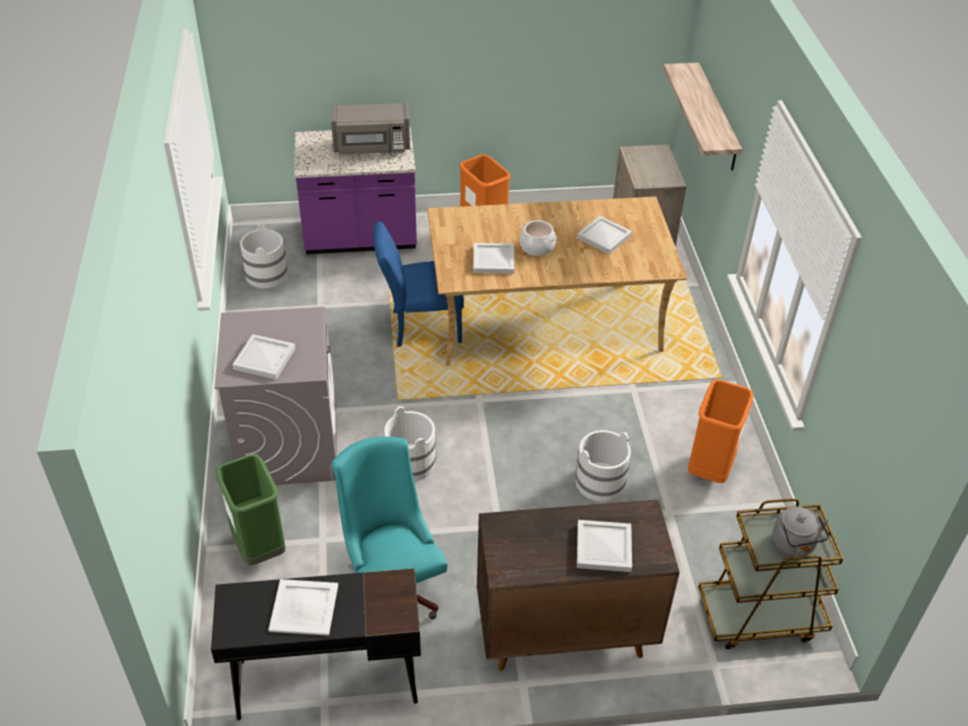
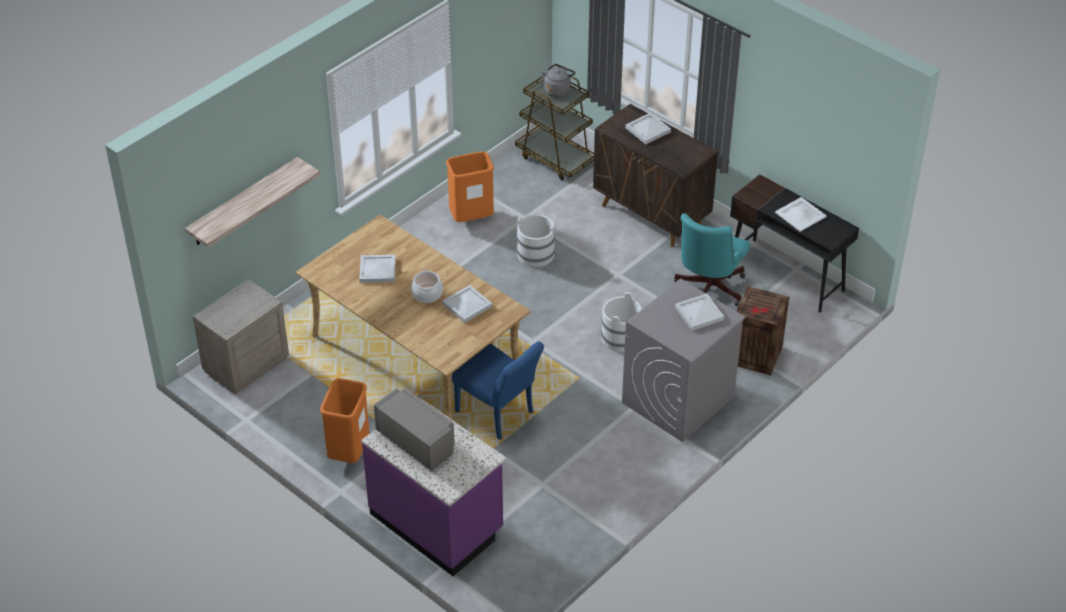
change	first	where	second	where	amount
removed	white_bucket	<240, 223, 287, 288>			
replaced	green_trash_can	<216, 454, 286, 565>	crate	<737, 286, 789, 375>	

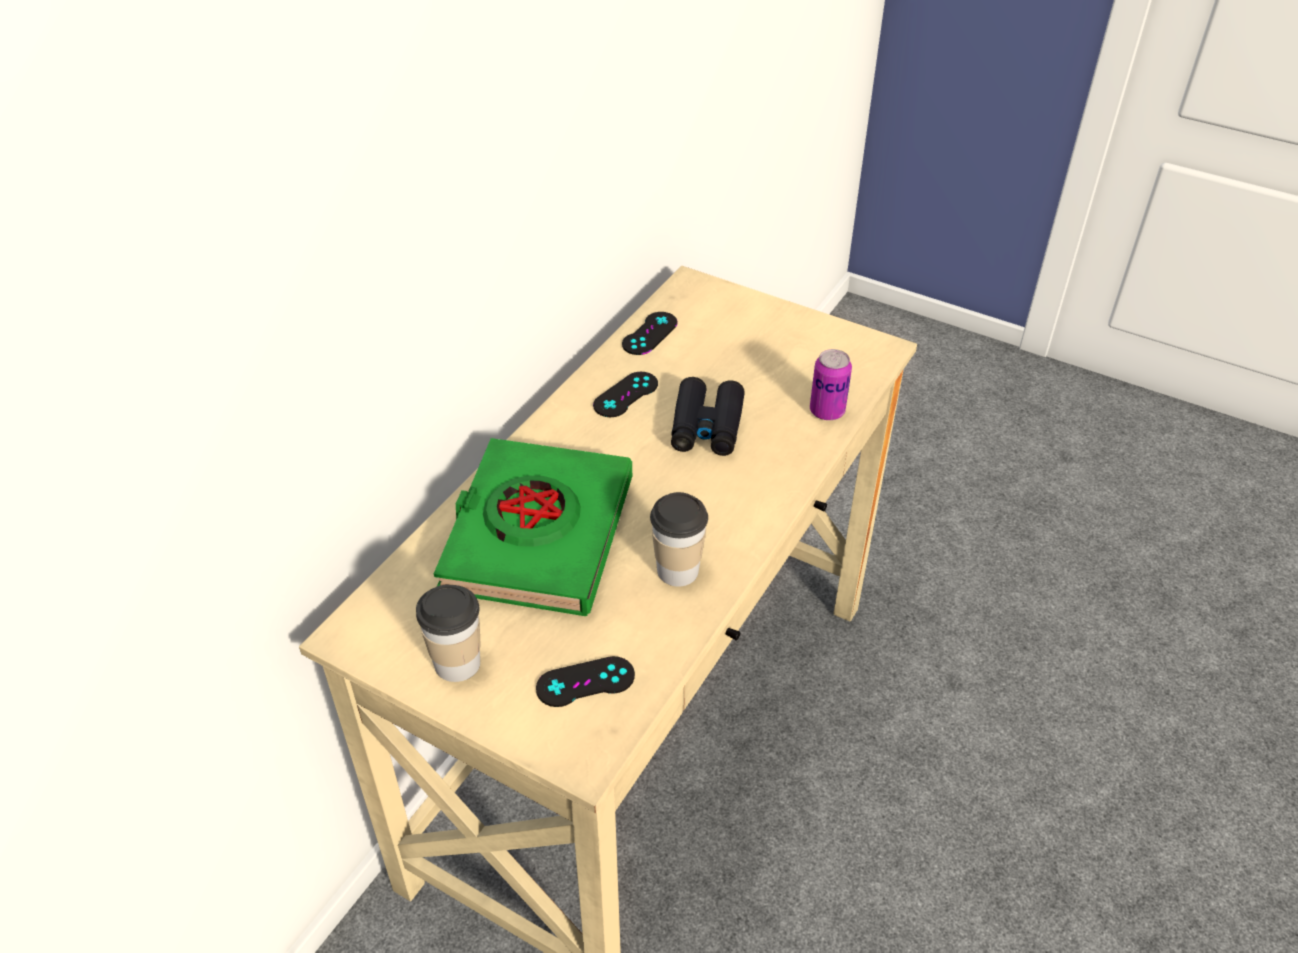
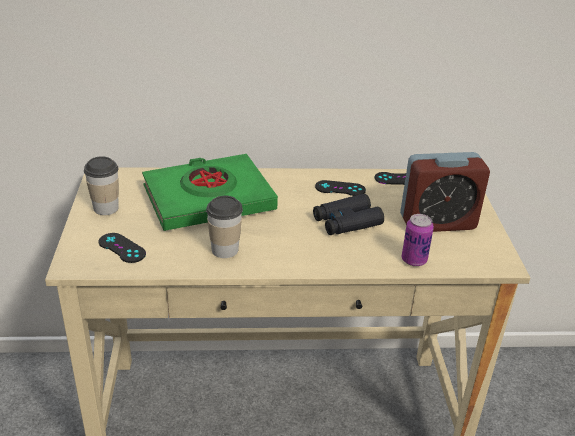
change	first	where	second	where	amount
added			alarm_clock	<400, 152, 490, 232>	

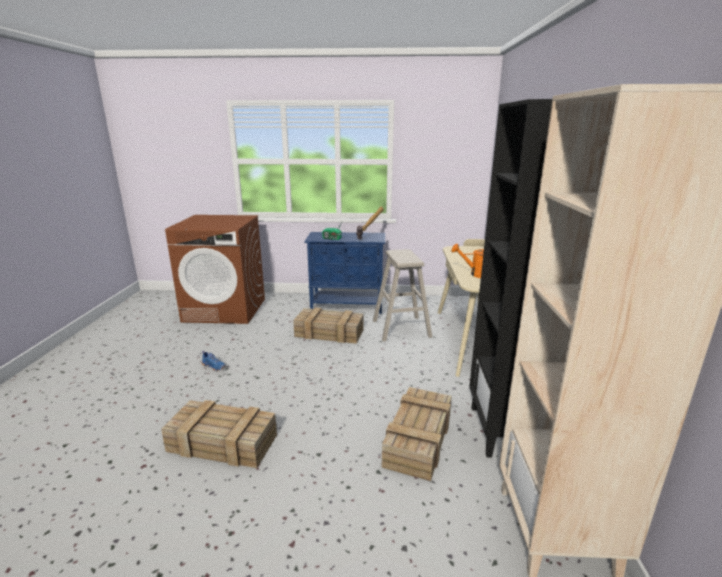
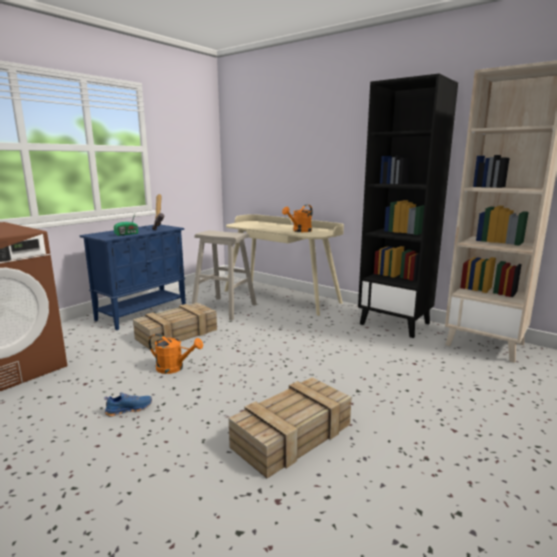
change	first	where	second	where	amount
removed	crate	<382, 387, 452, 481>			
added			orange_watering_can	<148, 334, 203, 374>	

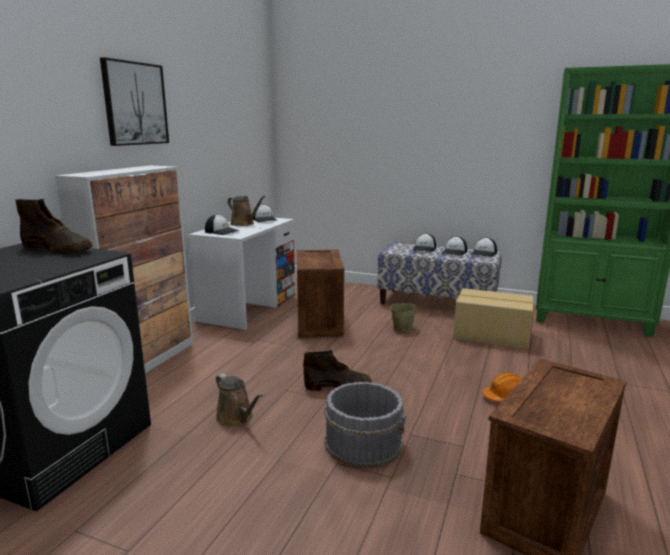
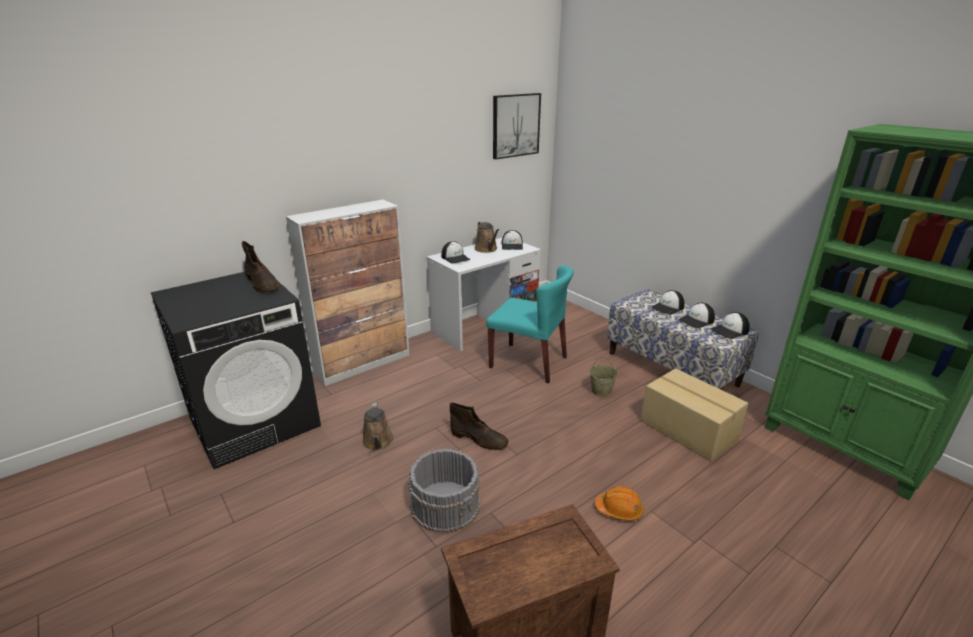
change	first	where	second	where	amount
moved	picture	<100, 57, 169, 146>		<493, 93, 541, 159>	
replaced	crate	<297, 249, 345, 338>	turquoise_chair	<486, 265, 574, 383>	

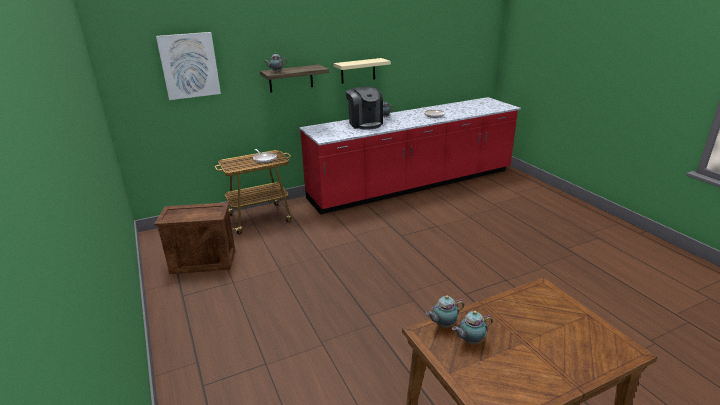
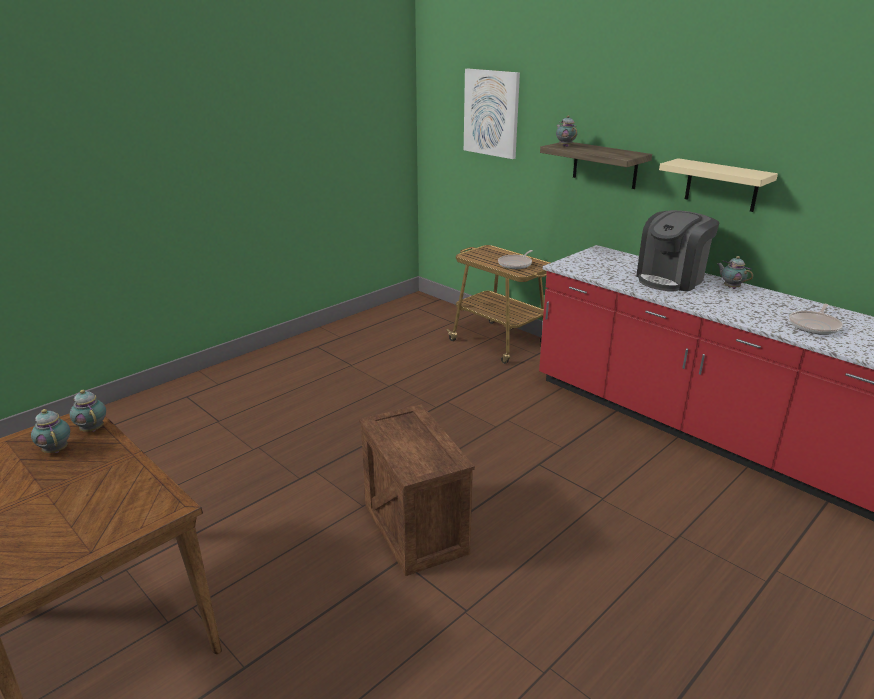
change	first	where	second	where	amount
moved	crate	<154, 202, 235, 274>		<359, 404, 475, 576>	

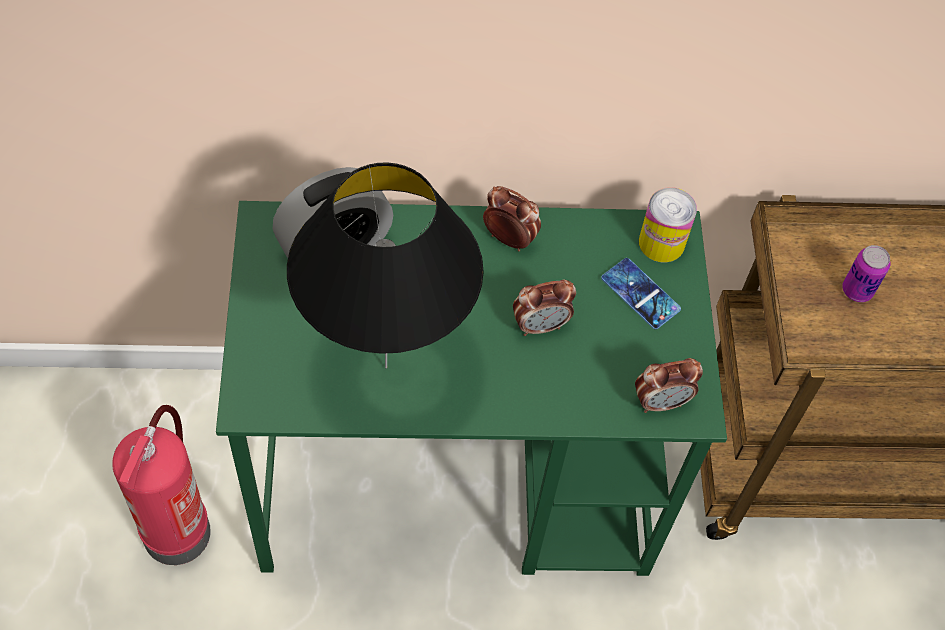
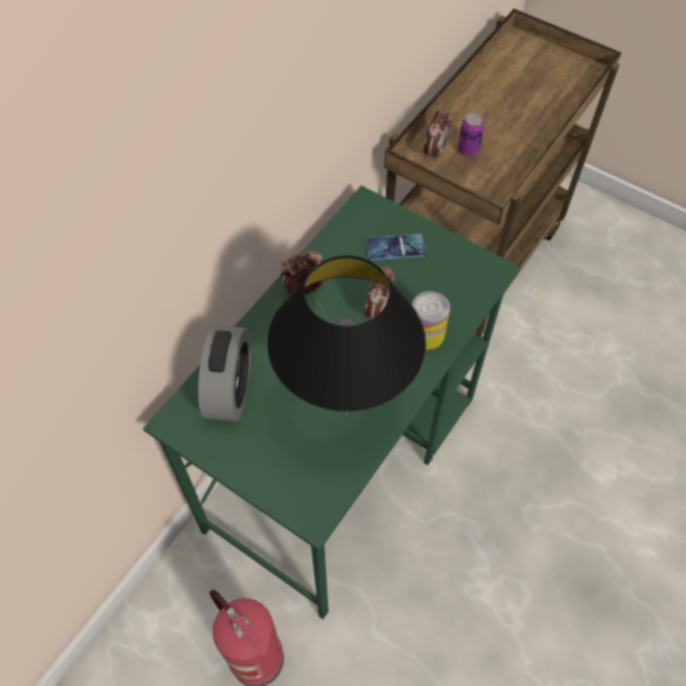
change	first	where	second	where	amount
moved	can	<639, 187, 697, 263>		<412, 291, 450, 350>	
moved	alarm_clock	<635, 358, 703, 413>		<423, 106, 450, 162>	

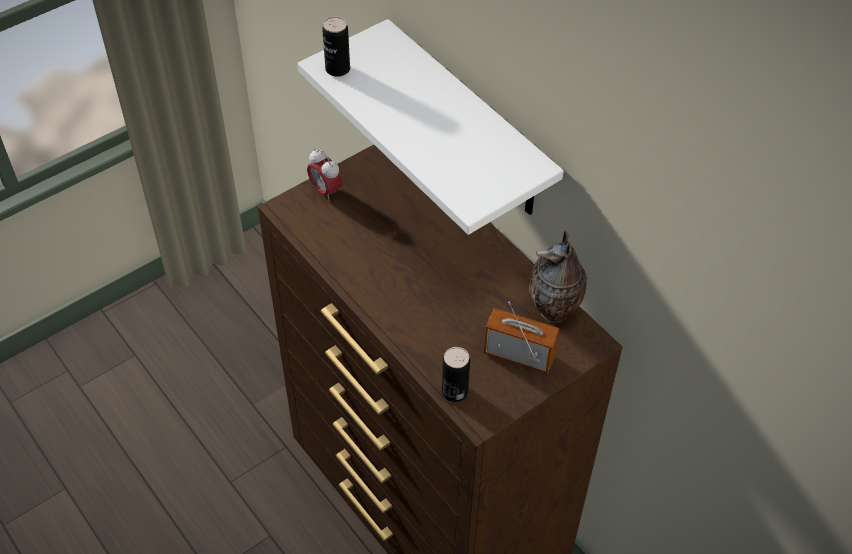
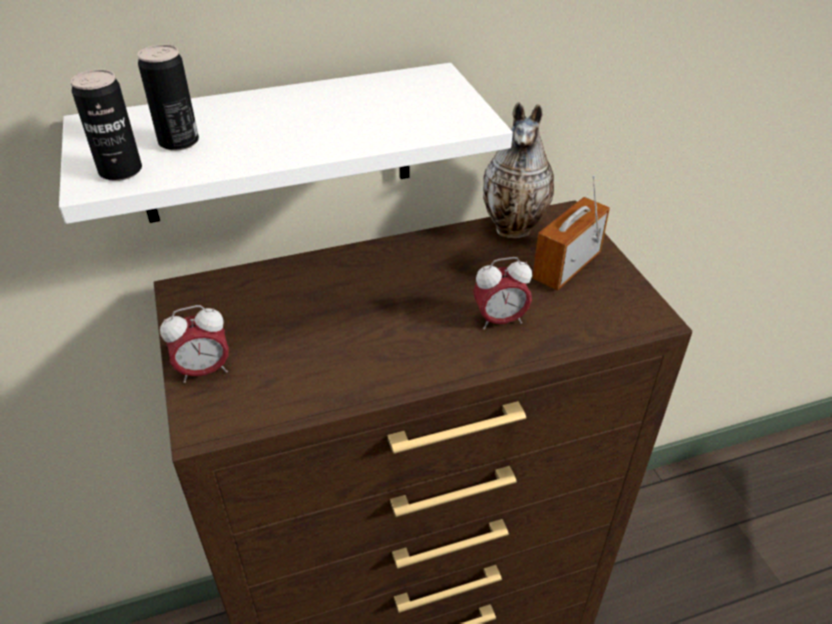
change	first	where	second	where	amount
moved	can	<442, 347, 470, 402>		<137, 44, 199, 151>	
added			alarm_clock	<473, 257, 532, 330>	

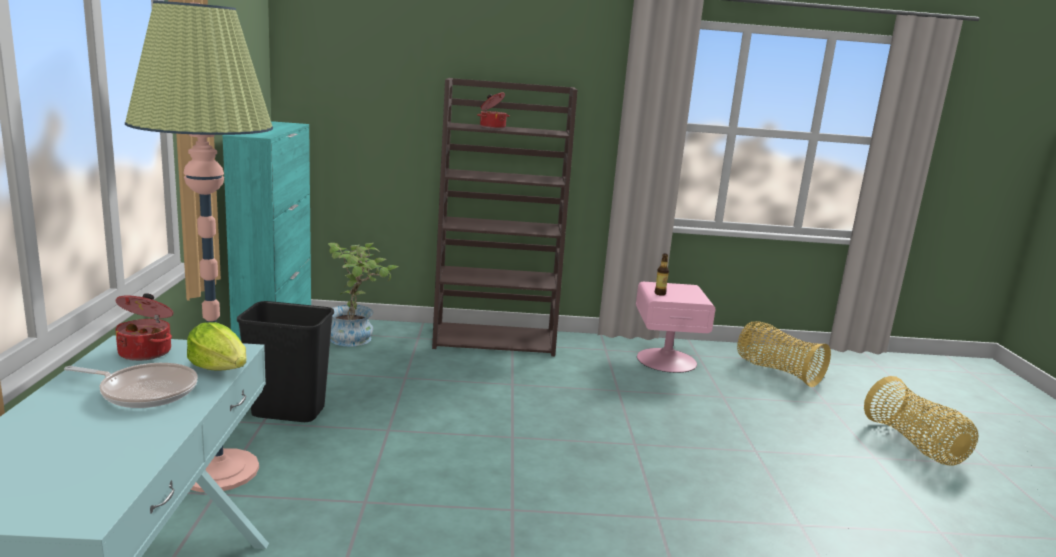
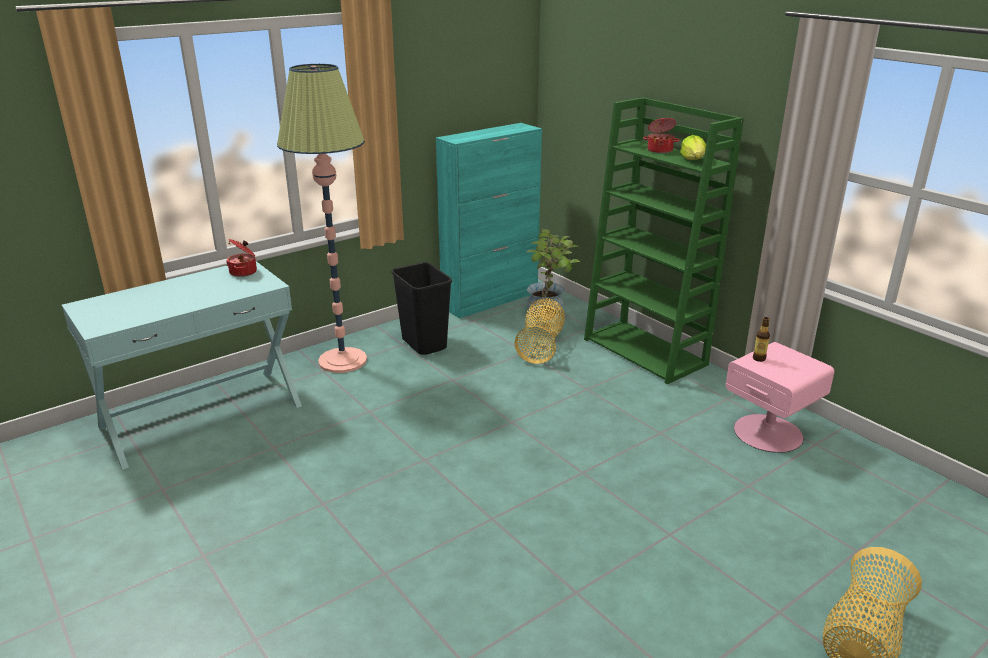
change	first	where	second	where	amount
recoloured	brown_bookcase	<432, 78, 578, 356>	green_bookcase	<584, 97, 744, 384>	
moved	basket	<737, 321, 831, 387>		<514, 298, 565, 364>	
moved	lettuce	<187, 322, 246, 371>		<680, 135, 706, 160>	
removed	frying_pan	<64, 363, 198, 408>			

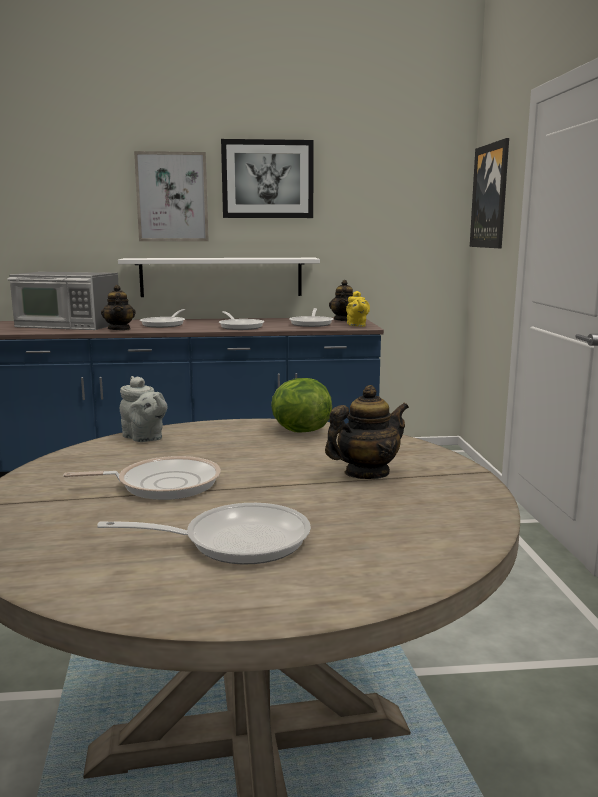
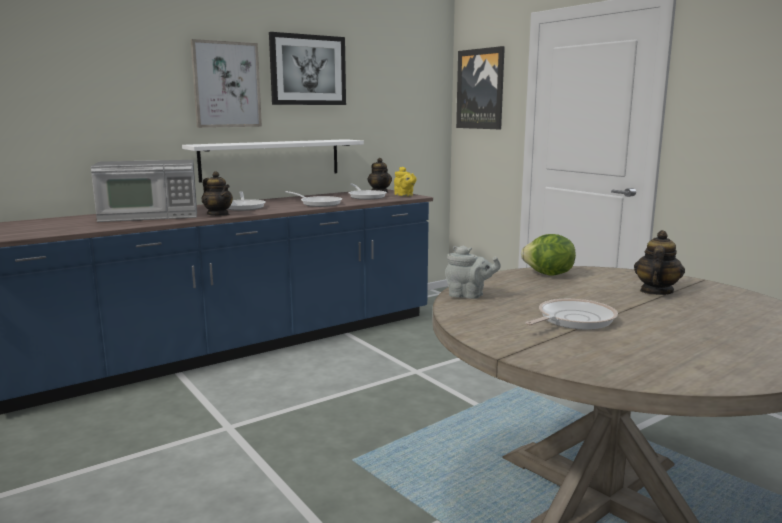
change	first	where	second	where	amount
removed	frying_pan	<97, 503, 311, 565>			

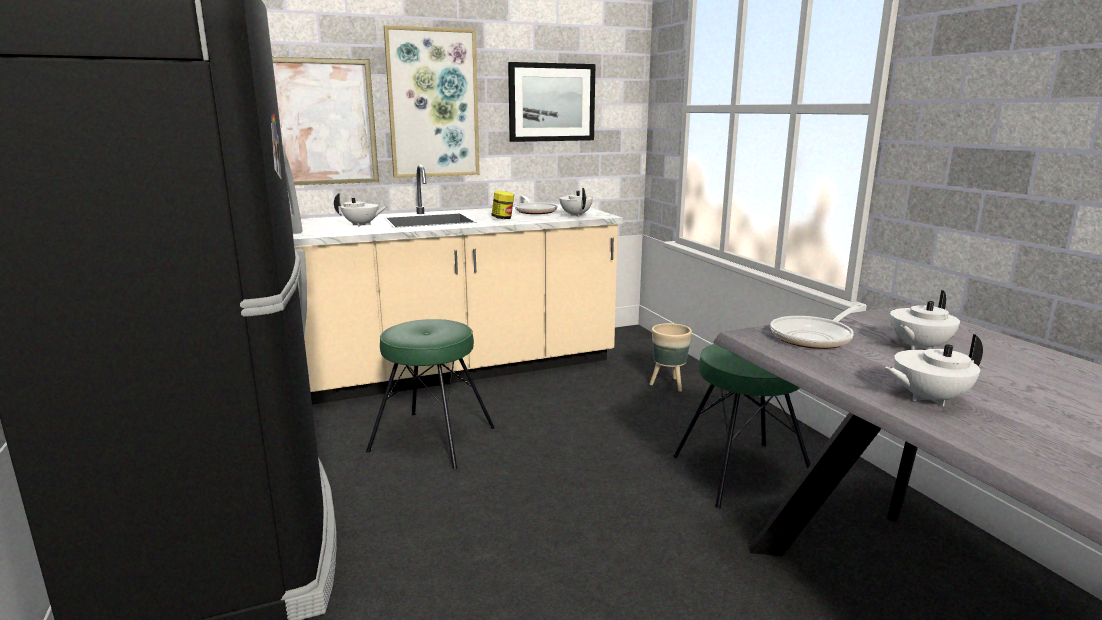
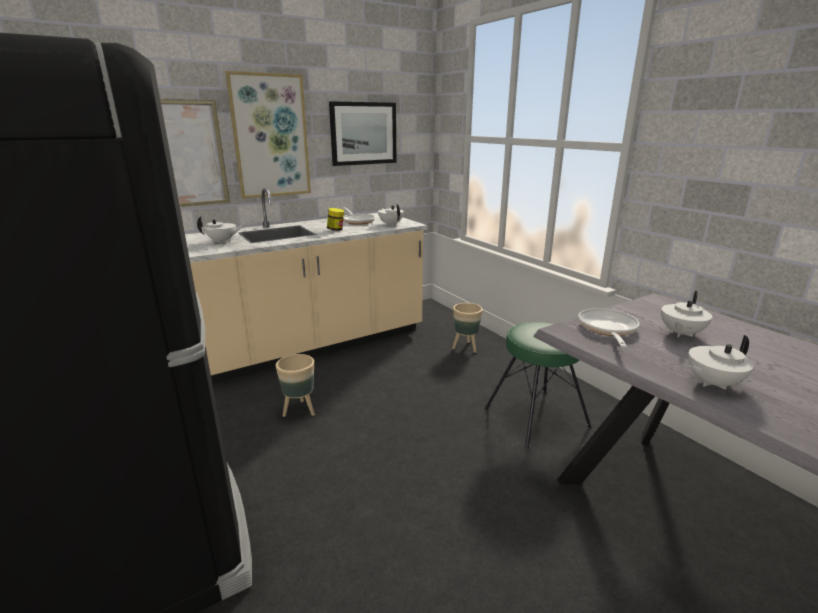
change	first	where	second	where	amount
turned	frying_pan	<770, 303, 865, 349>		<578, 308, 640, 348>	150 degrees clockwise
replaced	green_stool	<366, 319, 495, 469>	beige_planter	<276, 354, 315, 417>	

